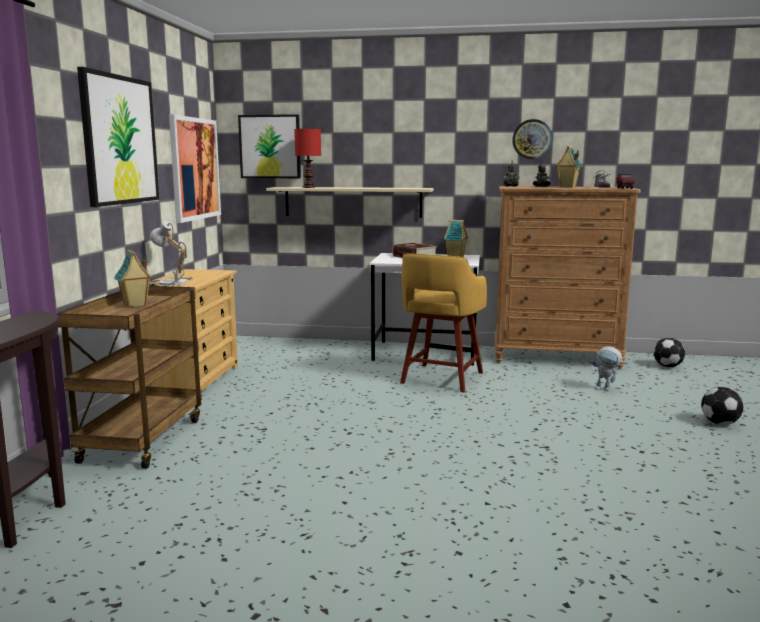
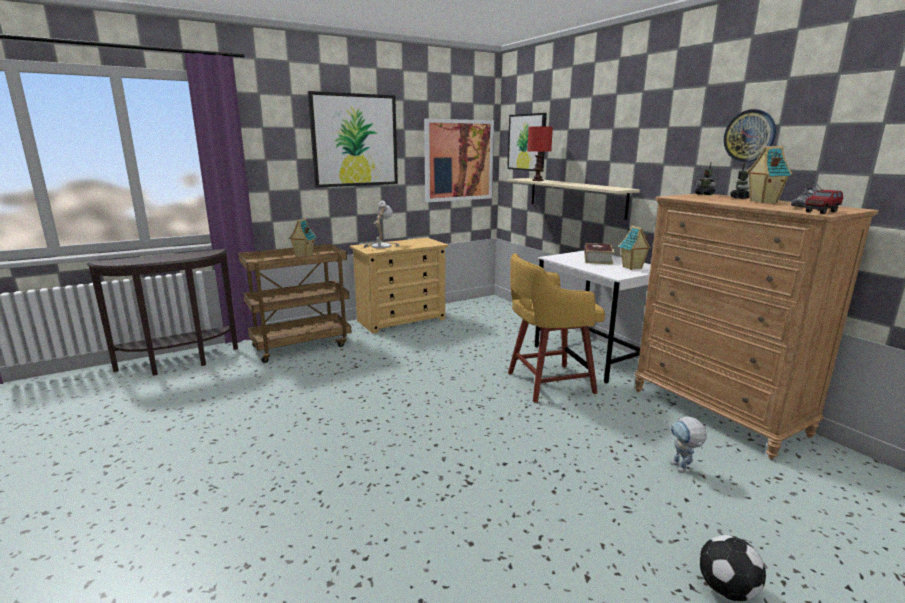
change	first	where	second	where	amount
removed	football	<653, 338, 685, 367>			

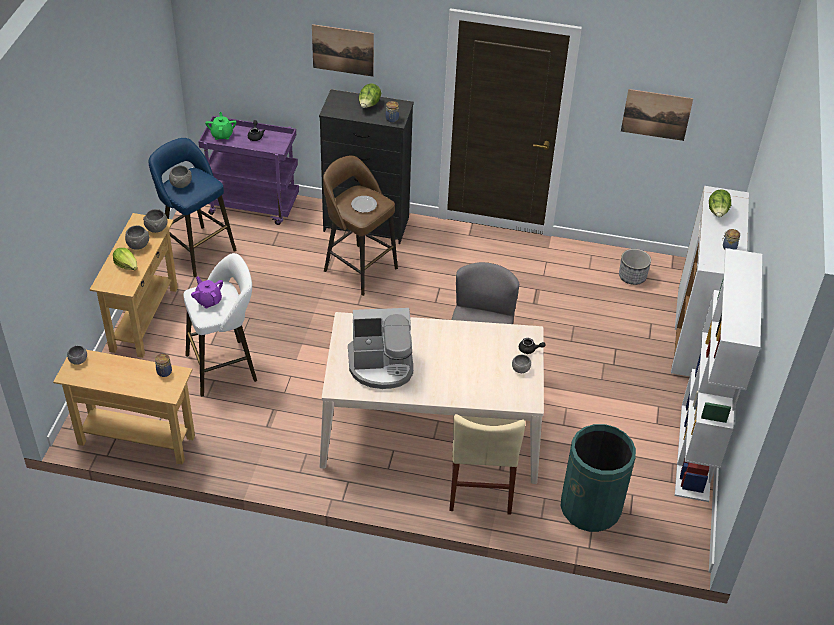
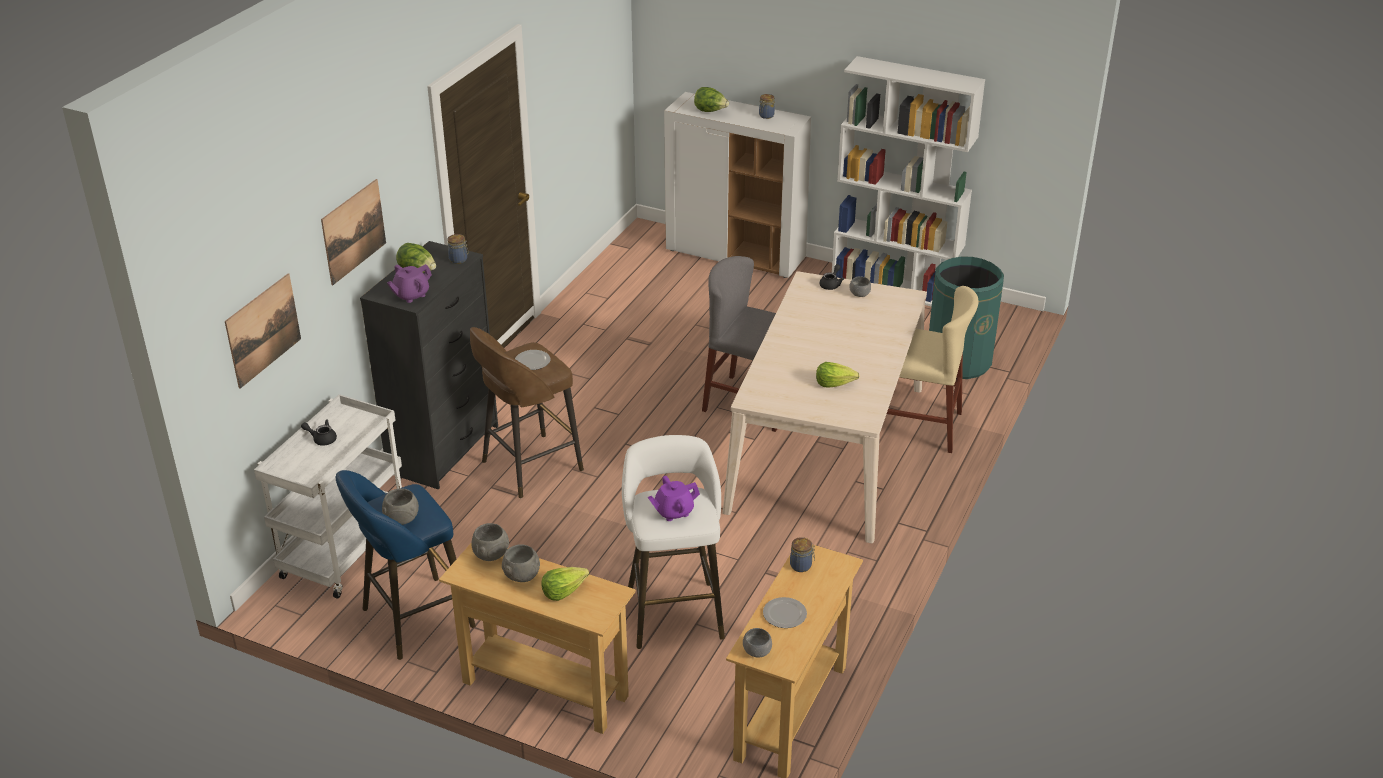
change	first	where	second	where	amount
moved	picture	<621, 89, 693, 141>		<225, 273, 301, 389>	
removed	green_teapot	<205, 112, 237, 140>			
recoloured	purple_cart	<198, 116, 299, 225>	white_cart	<254, 394, 402, 598>	
removed	planter	<619, 249, 651, 285>			
replaced	coffee_machine	<348, 308, 413, 389>	lettuce	<816, 362, 859, 387>	
added			purple_teapot	<387, 264, 432, 303>	
added			plate	<763, 597, 807, 628>	

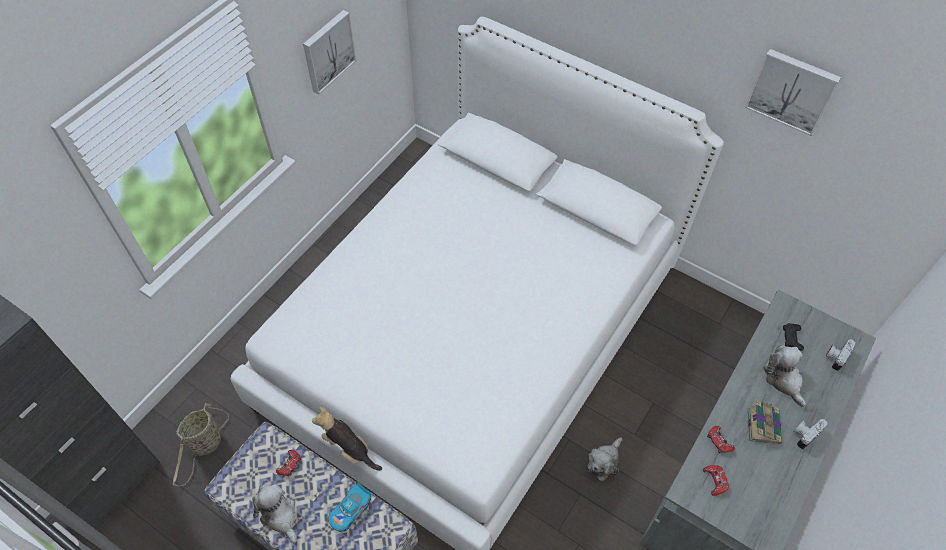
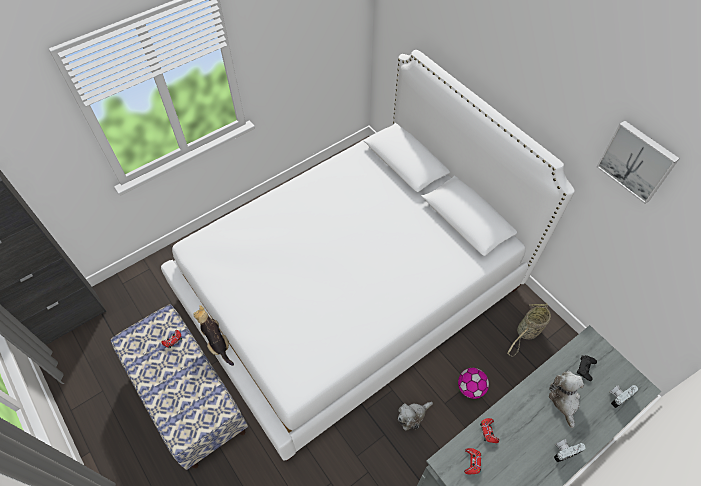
change	first	where	second	where	amount
removed	picture	<303, 10, 356, 94>			
removed	book	<747, 400, 782, 445>			
moved	basket	<173, 403, 229, 487>		<507, 303, 551, 356>	
removed	toy_car	<328, 483, 371, 532>			
removed	plush_toy	<252, 484, 297, 544>			
added			football	<458, 368, 489, 399>	

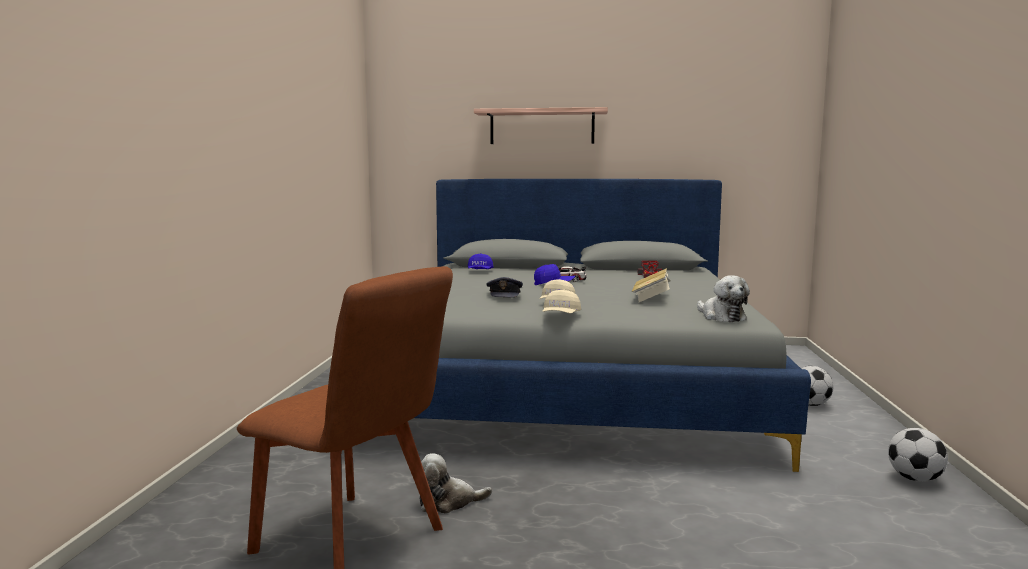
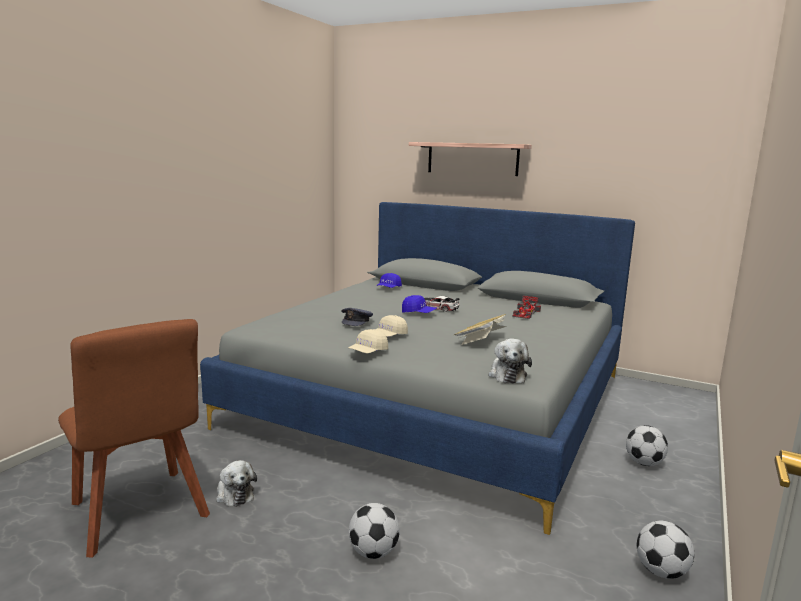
change	first	where	second	where	amount
turned	plush_toy	<420, 453, 492, 514>		<216, 460, 257, 507>	135 degrees counterclockwise
added			football	<349, 503, 400, 559>	

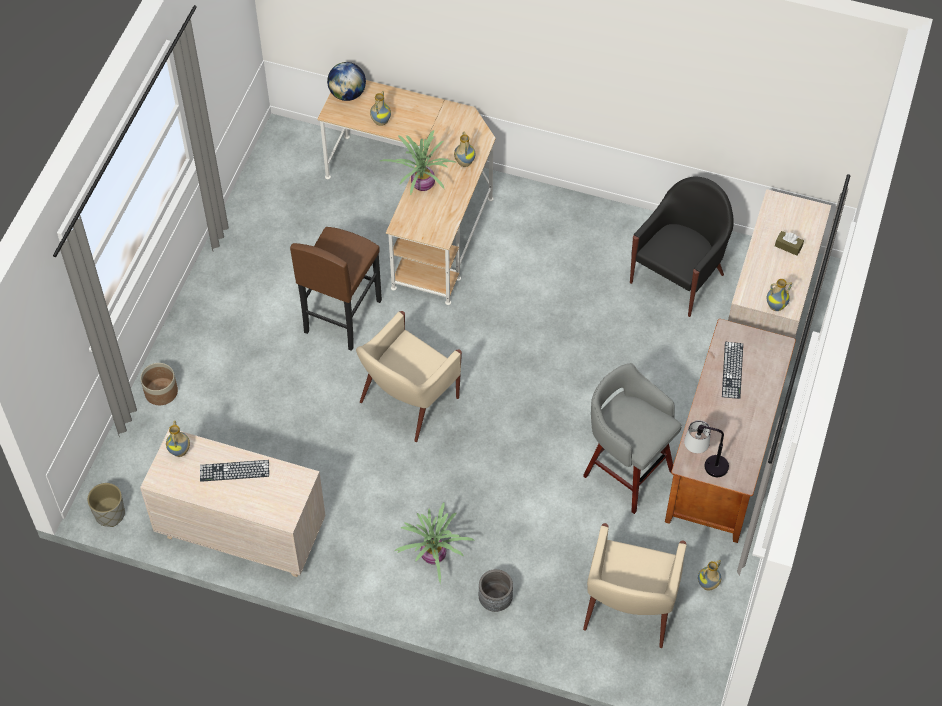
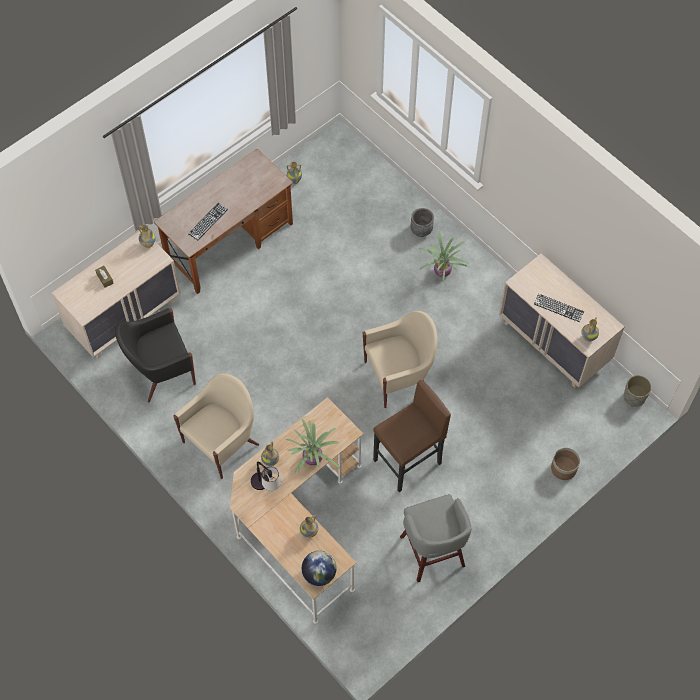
change	first	where	second	where	amount
moved	grey_stool	<583, 363, 682, 514>		<400, 494, 472, 582>	
moved	table_lamp	<684, 420, 729, 477>		<251, 462, 281, 491>	
moved	beige_armchair	<583, 523, 687, 648>		<173, 373, 259, 479>	

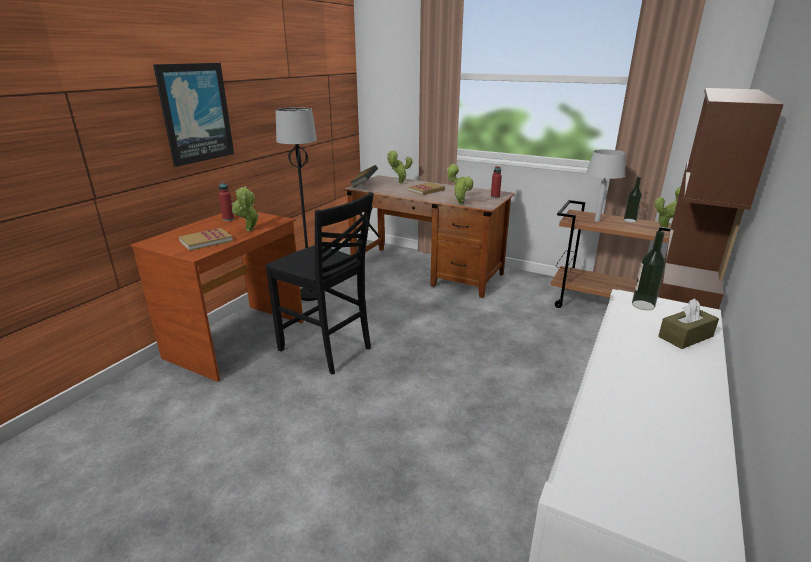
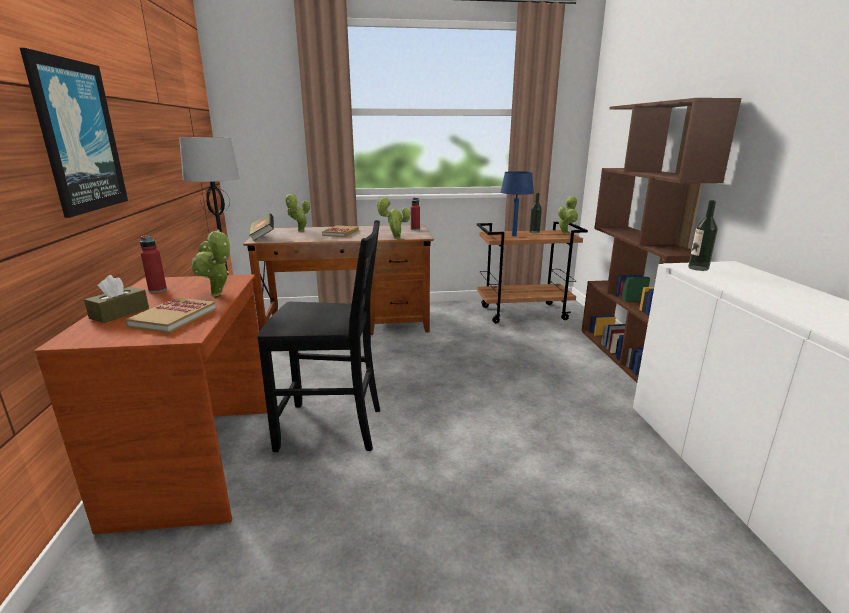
change	first	where	second	where	amount
recoloured	grey_table_lamp	<586, 149, 626, 222>	blue_table_lamp	<500, 171, 534, 236>	
moved	brown_tissue_box	<658, 299, 719, 349>		<84, 275, 149, 323>	

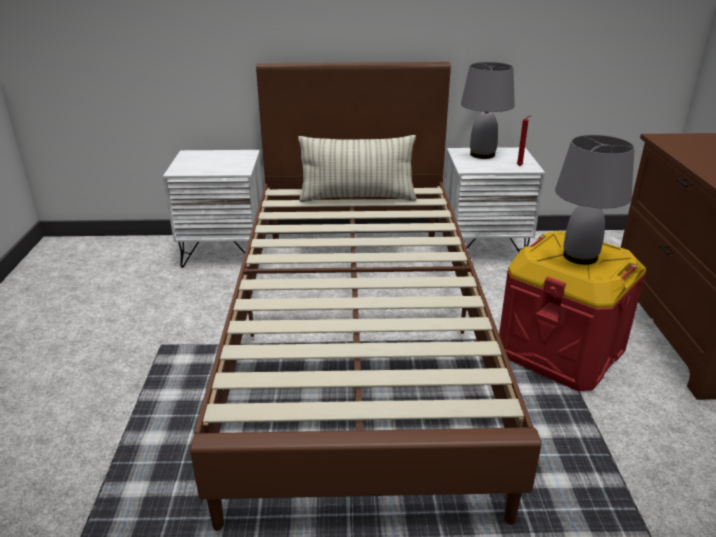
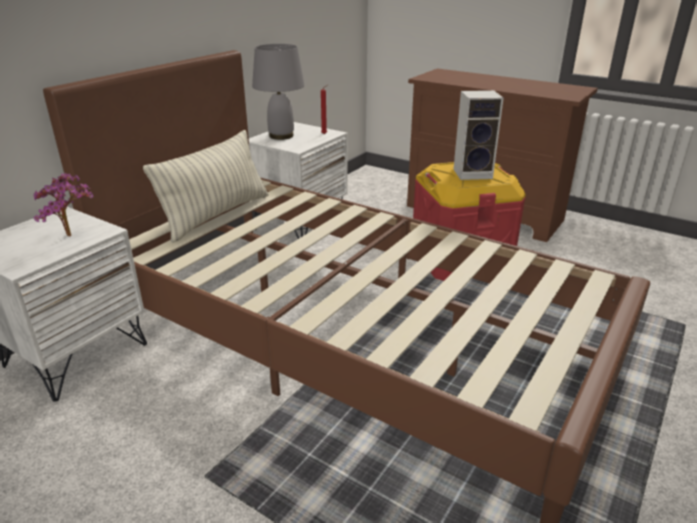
change	first	where	second	where	amount
replaced	grey_table_lamp	<555, 135, 635, 265>	speaker	<454, 90, 504, 180>	
added			potted_plant	<33, 173, 93, 236>	

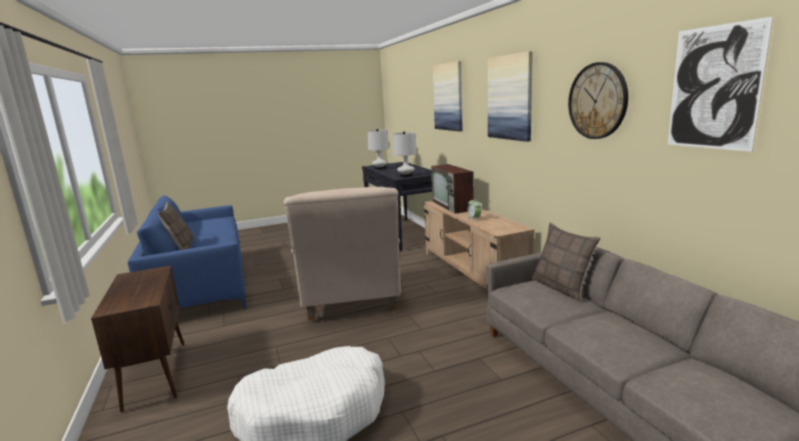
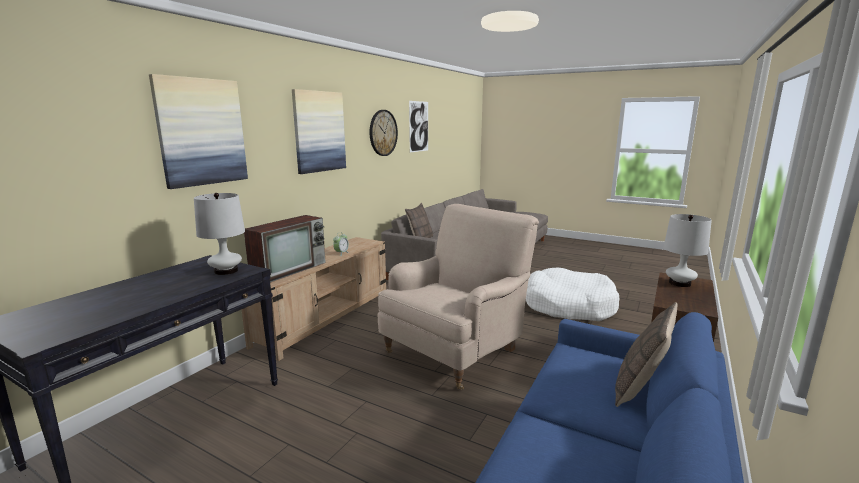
change	first	where	second	where	amount
moved	white_table_lamp	<368, 129, 389, 170>		<663, 214, 712, 287>	

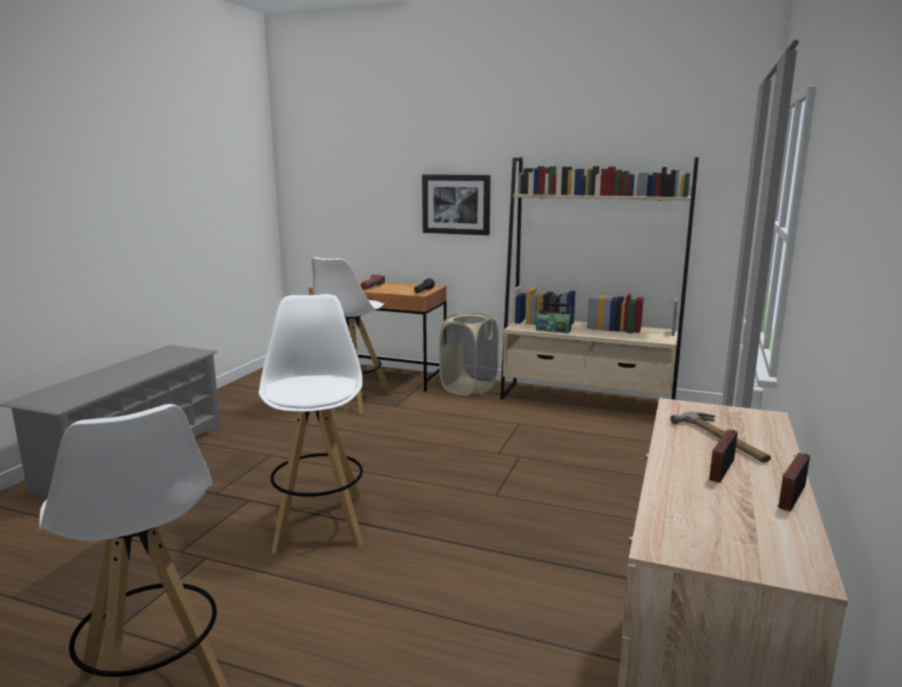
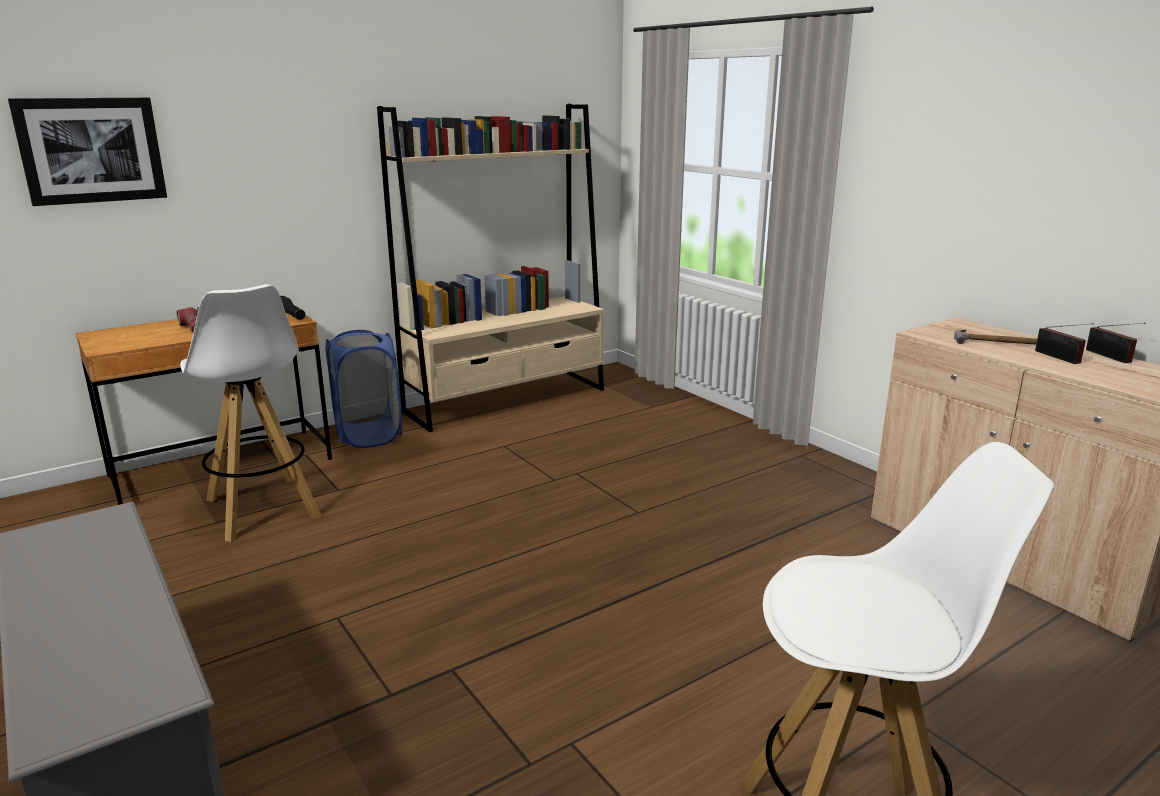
change	first	where	second	where	amount
moved	picture	<422, 174, 491, 235>		<8, 98, 167, 206>	
removed	white_stool	<259, 294, 363, 554>			
removed	radio	<536, 302, 572, 334>			
recoloured	beige_laundry_basket	<439, 313, 499, 396>	blue_laundry_basket	<326, 330, 402, 448>	

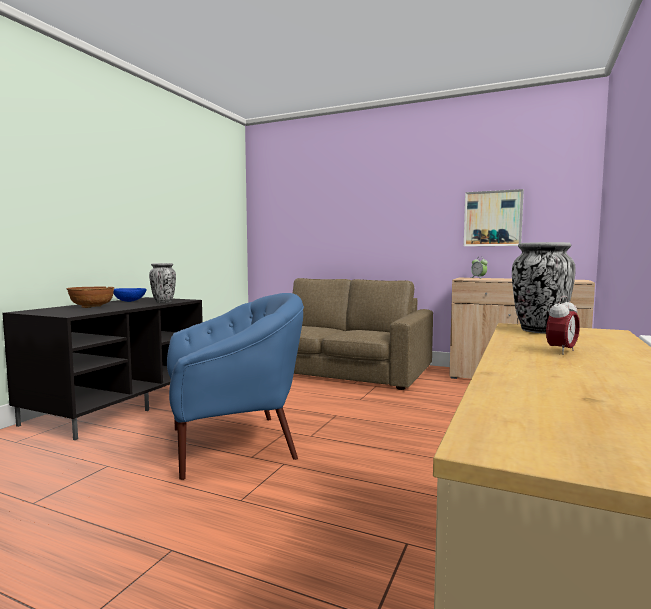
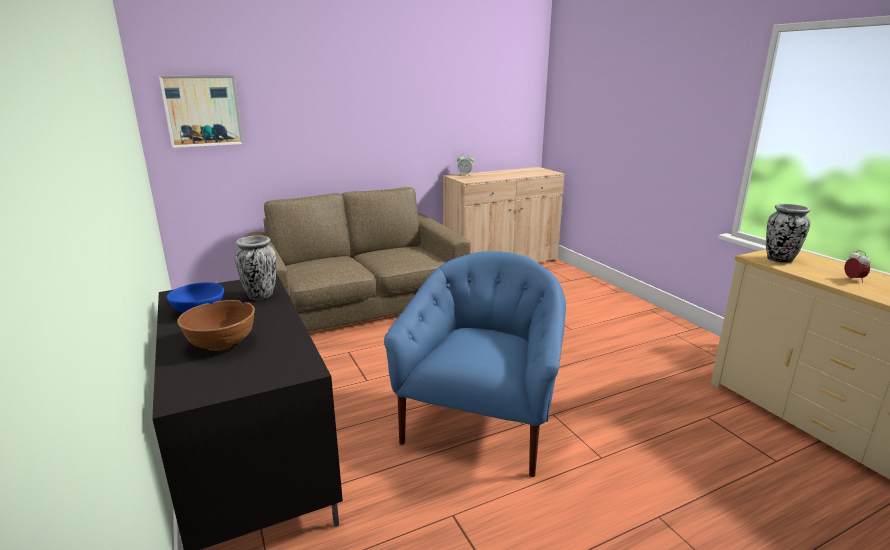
change	first	where	second	where	amount
moved	picture	<464, 189, 524, 246>		<159, 75, 243, 148>	

